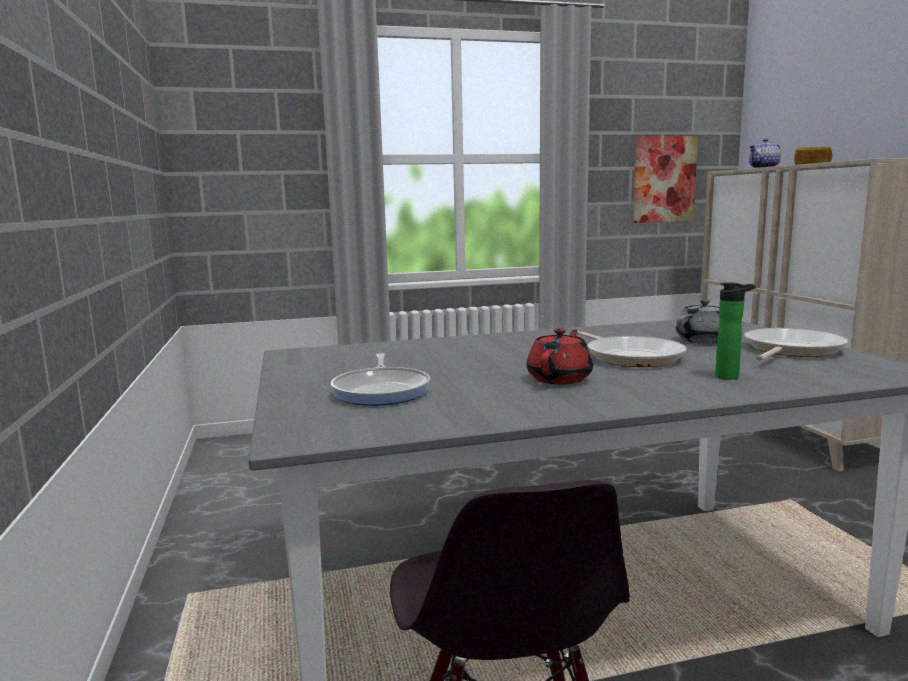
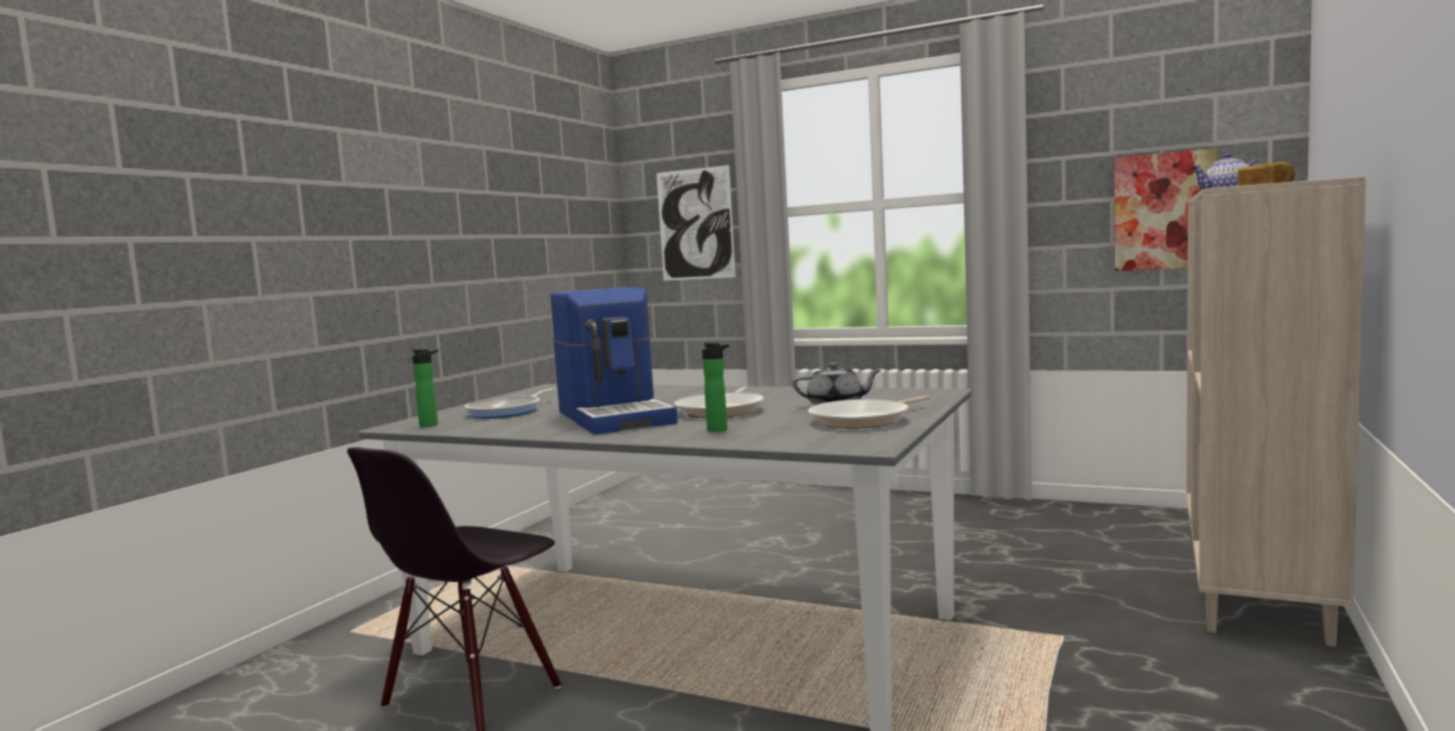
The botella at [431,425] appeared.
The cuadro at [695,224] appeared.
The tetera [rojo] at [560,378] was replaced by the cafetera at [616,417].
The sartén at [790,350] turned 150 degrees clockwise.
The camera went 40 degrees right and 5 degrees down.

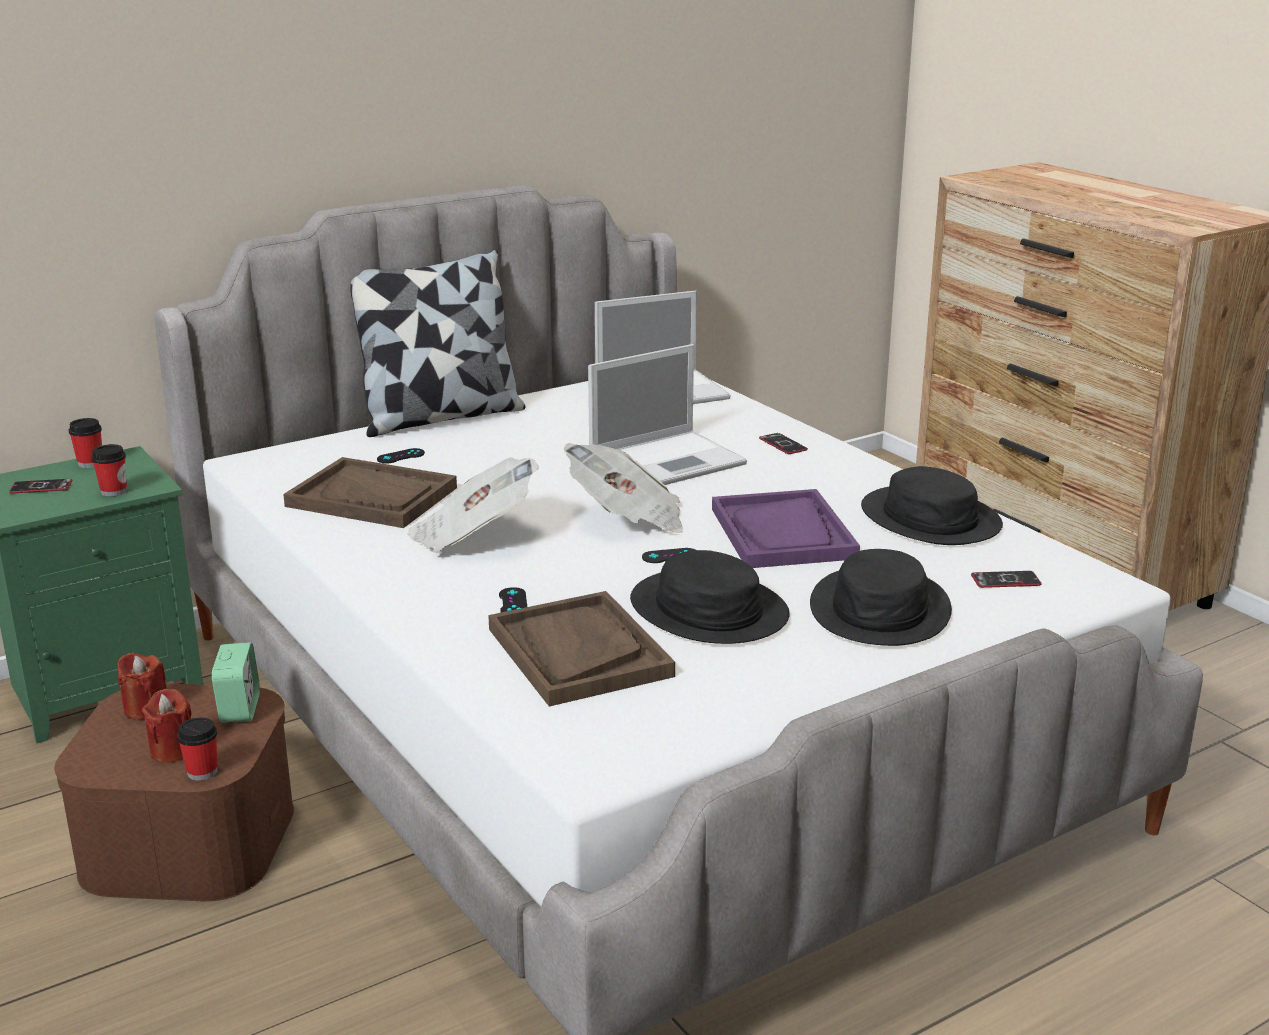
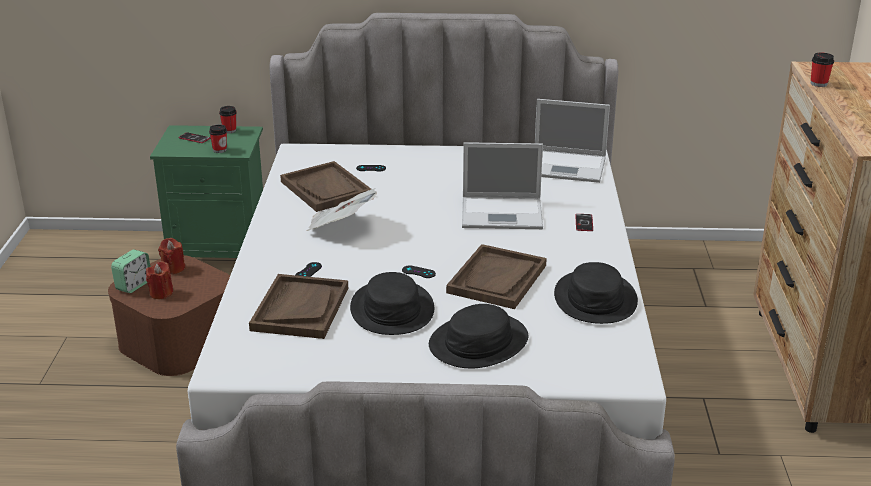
The cojín at [440,417] disappeared.
The periódico at [627,518] disappeared.
The móvil at [1005,581] disappeared.
The taza moved from [202,772] to [818,84].
The despertador moved from [239,709] to [133,285].
The bandeja [morado] at [783,533] became the bandeja [marrón] at [497,279].
The camera went 35 degrees right and 5 degrees up.

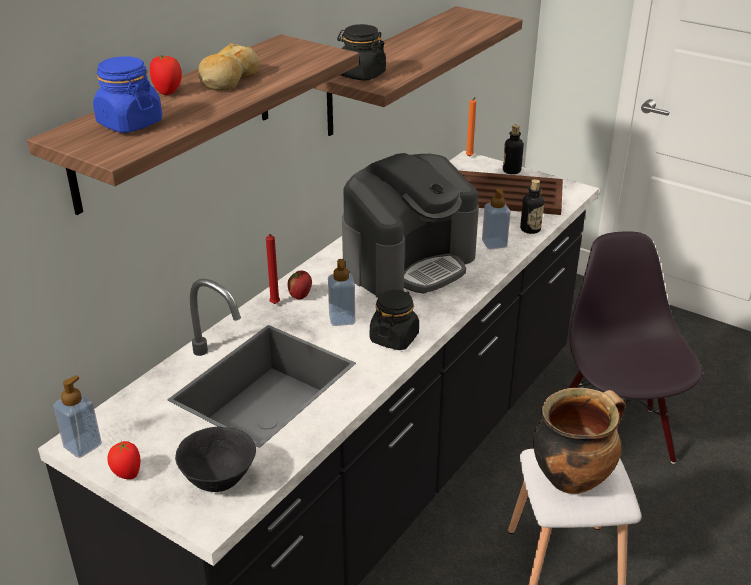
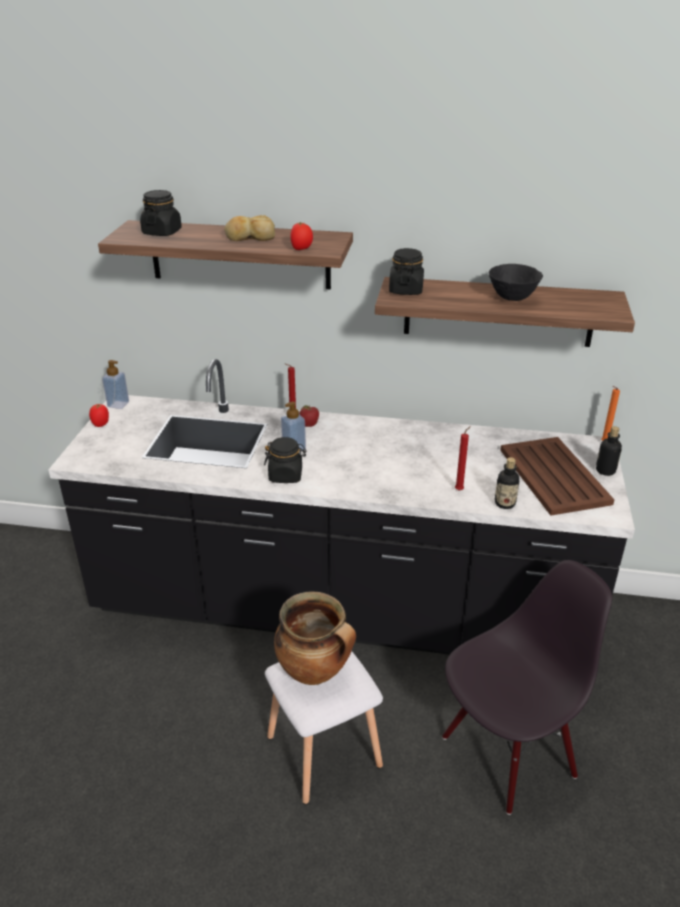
The cafetera at [409,263] disappeared.
The tomate moved from [168,92] to [301,249].
The cuenco [negro] moved from [219,481] to [512,298].
The dispensador de jabón at [494,244] was replaced by the vela [rojo] at [460,490].
The tarro [azul] at [129,123] became the tarro [negro] at [162,232].
The camera went 65 degrees right and 0 degrees up.

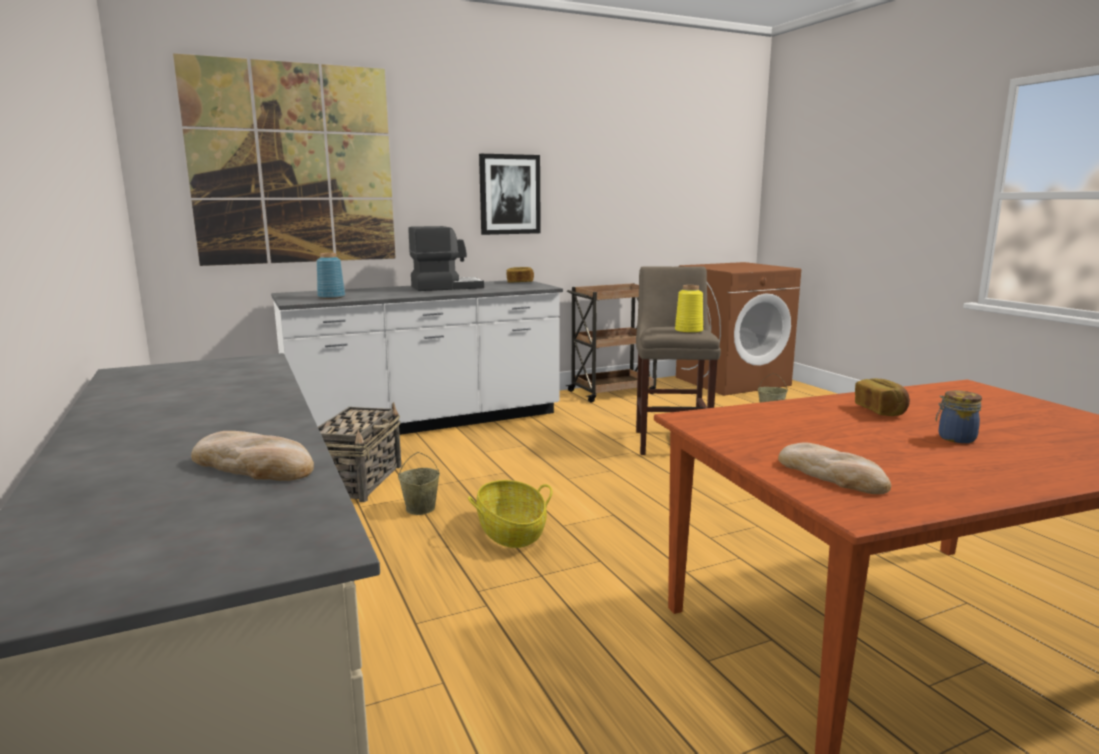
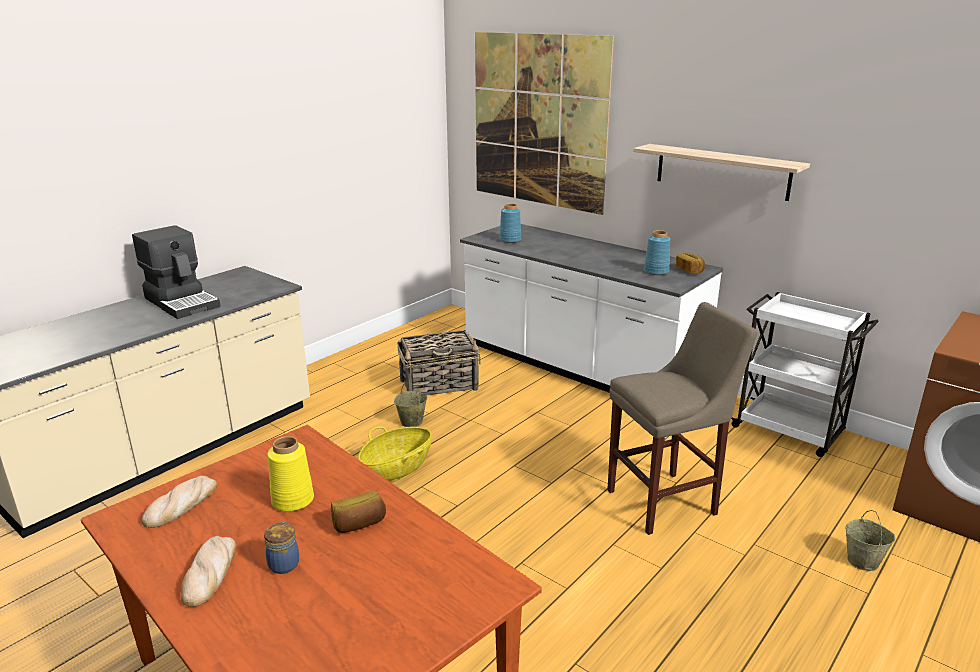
The florero [azul] at [656,272] appeared.
The pan moved from [254,465] to [210,573].
The cafetera moved from [446,287] to [182,302].
The florero [amarillo] moved from [689,331] to [292,500].
The cuadro at [509,194] was replaced by the estante at [722,171].
The carrito [marrón] at [613,392] became the carrito [blanco] at [789,431].
The camera went 65 degrees right and 10 degrees up.

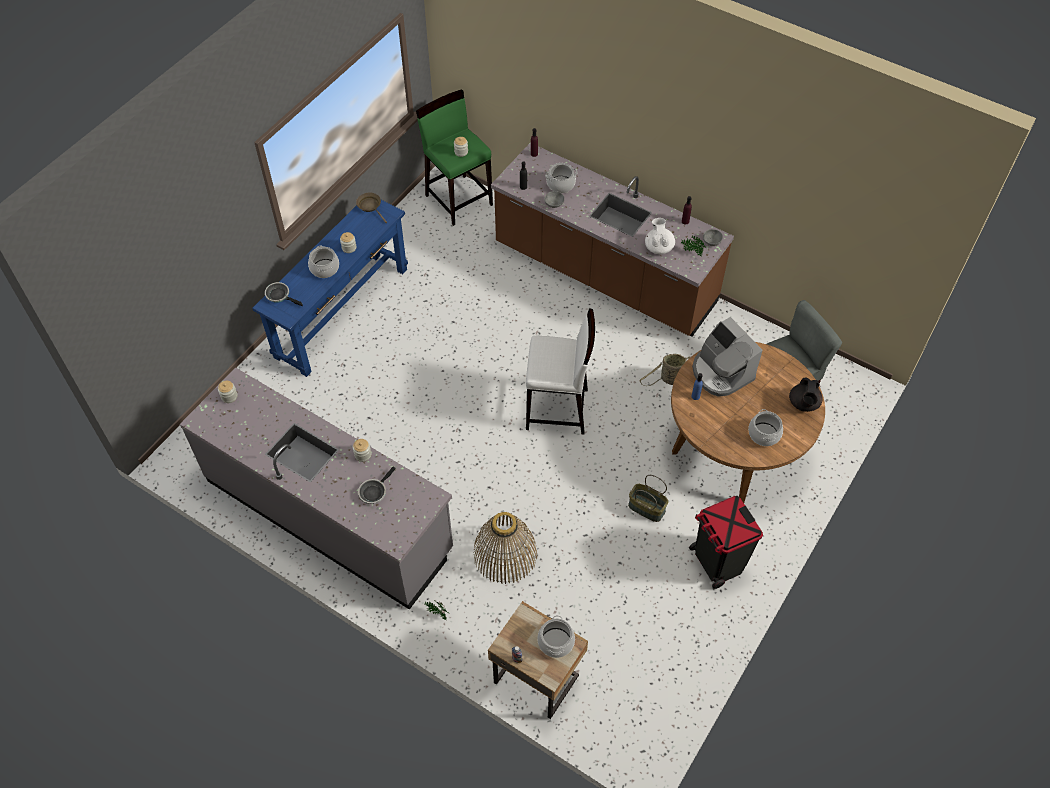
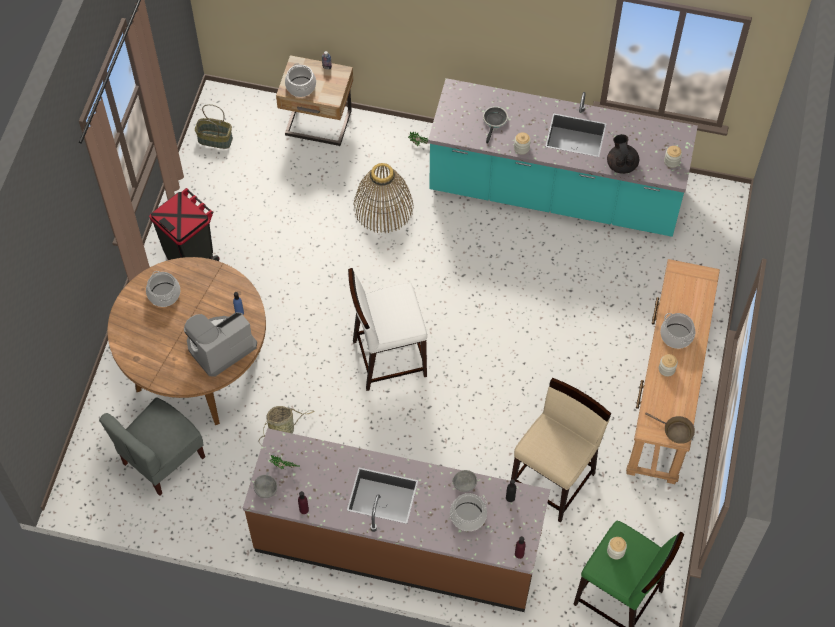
The sartén at [280,295] disappeared.
The tetera [blanco] at [658,247] disappeared.
The taburete [beis] at [553,481] appeared.
The cesta moved from [646,508] to [215,139].
The tetera [negro] moved from [803,404] to [621,164].
The mueble bajo de cocina [gris] at [329,514] became the mueble bajo de cocina [turquesa] at [555,193].
The mesa consola [azul] at [342,312] became the mesa consola [marrón] at [665,395].
The cafetera at [721,372] turned 75 degrees counterclockwise.
The camera went 160 degrees right and 5 degrees up.

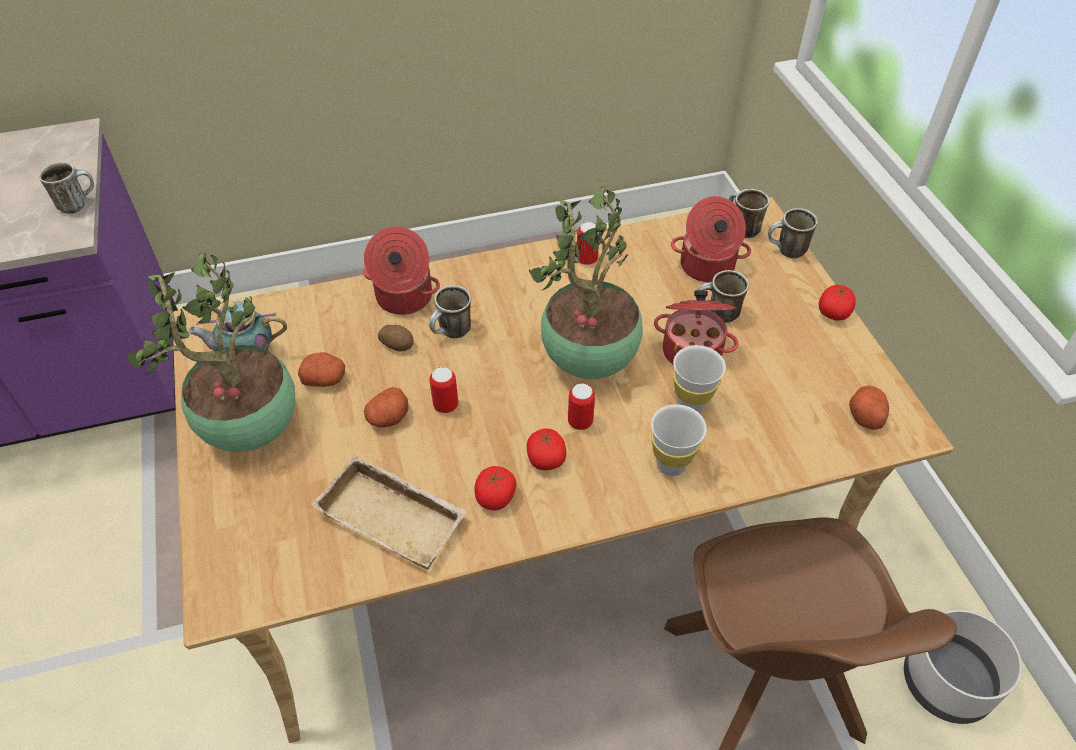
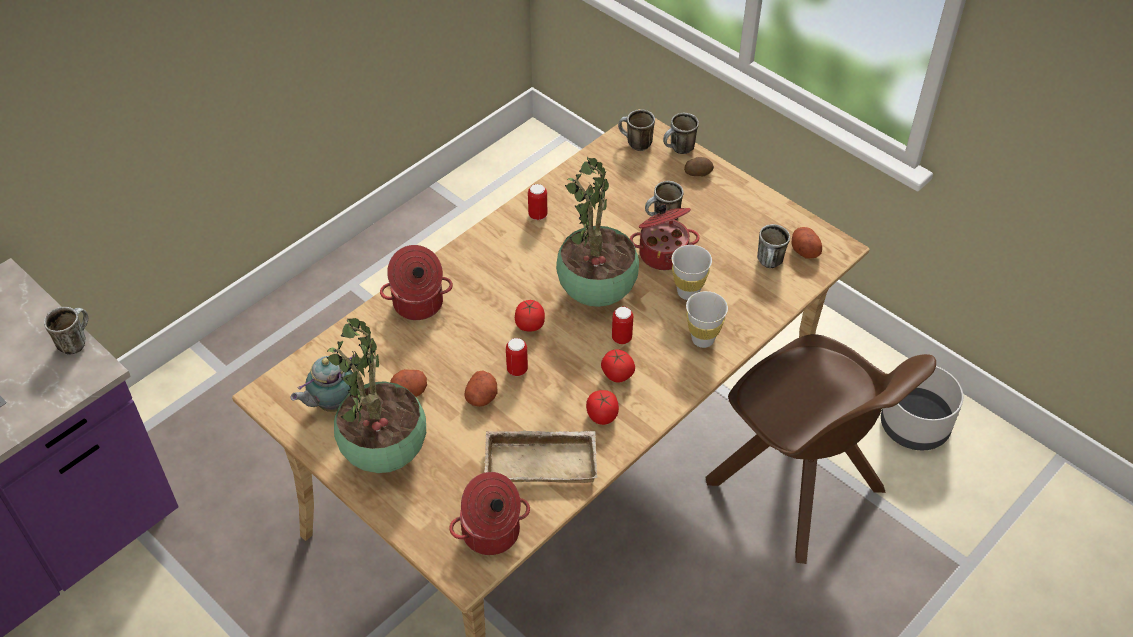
The patata moved from [397,344] to [698,173].
The taza grande moved from [452,333] to [770,264].
The olla moved from [707,267] to [491,533].
The tomate moved from [833,313] to [530,324].
The camera went 30 degrees left and 0 degrees up.

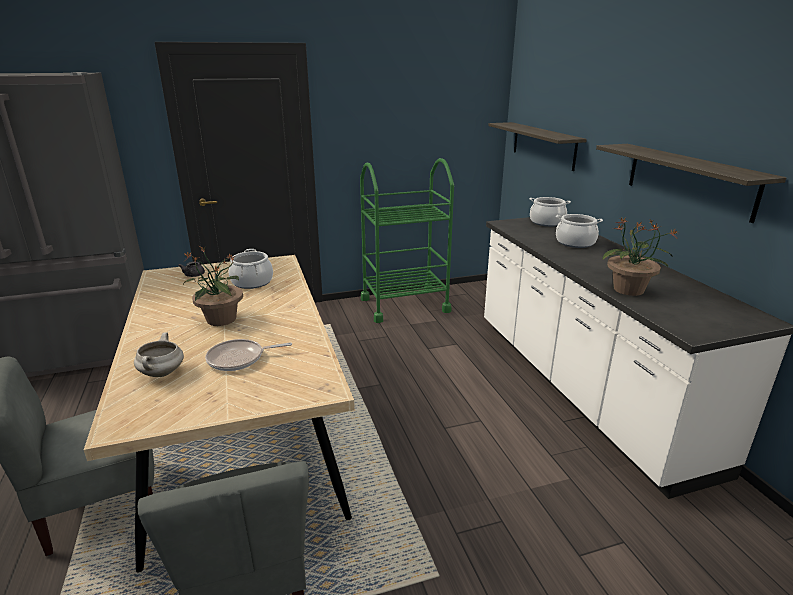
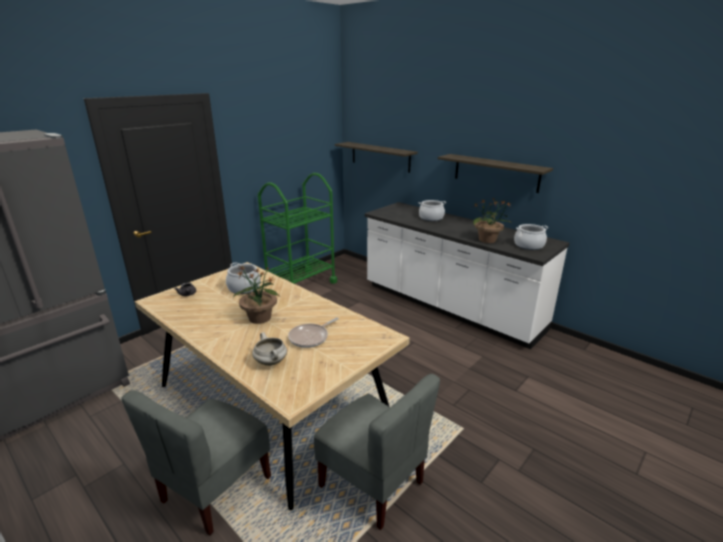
The olla moved from [547,222] to [529,245].
The camera went 30 degrees left and 0 degrees up.

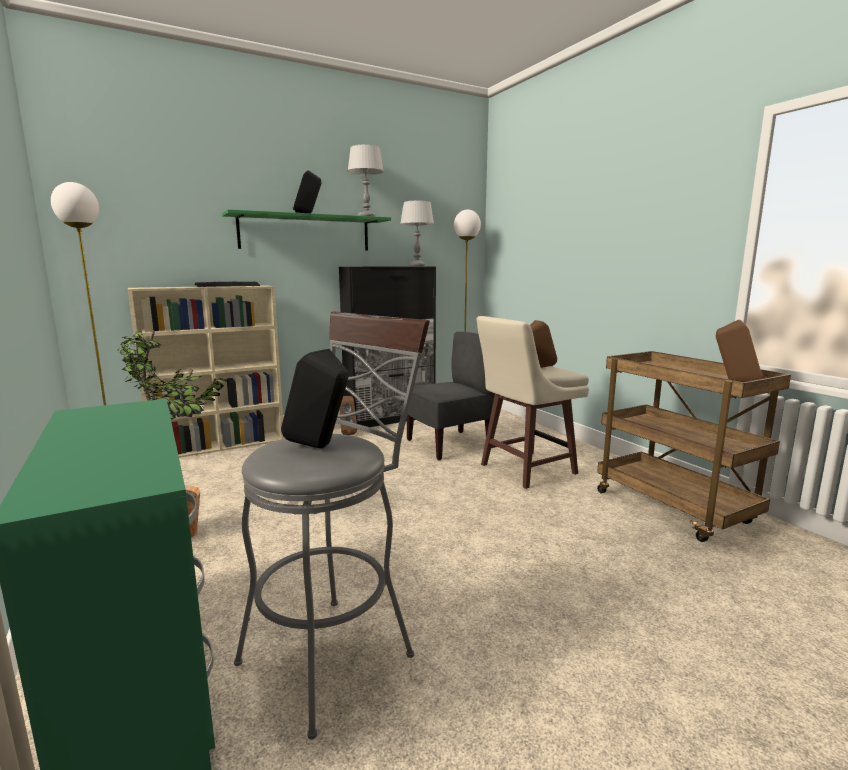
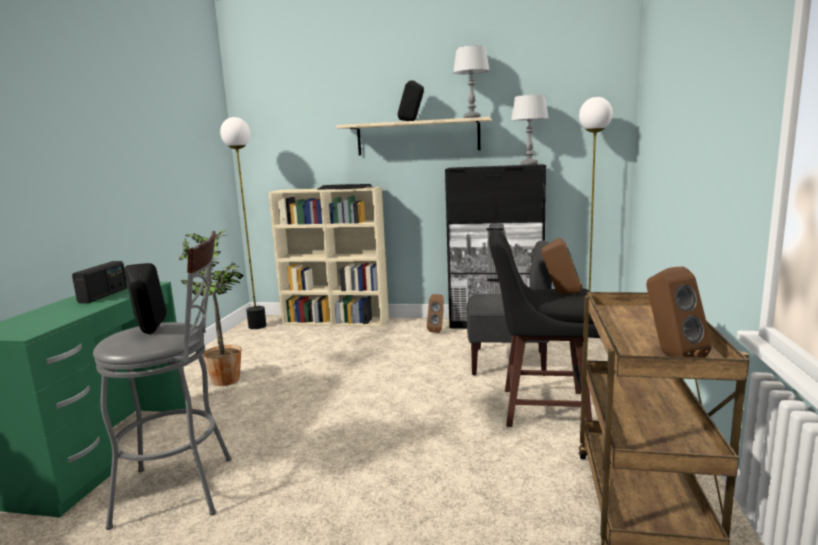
The radio at [104,295] appeared.
The estante [verde] at [305,233] became the estante [beis] at [417,137].
The taburete [beis] at [525,469] became the taburete [negro] at [541,408].
The camera went 40 degrees right and 0 degrees up.

